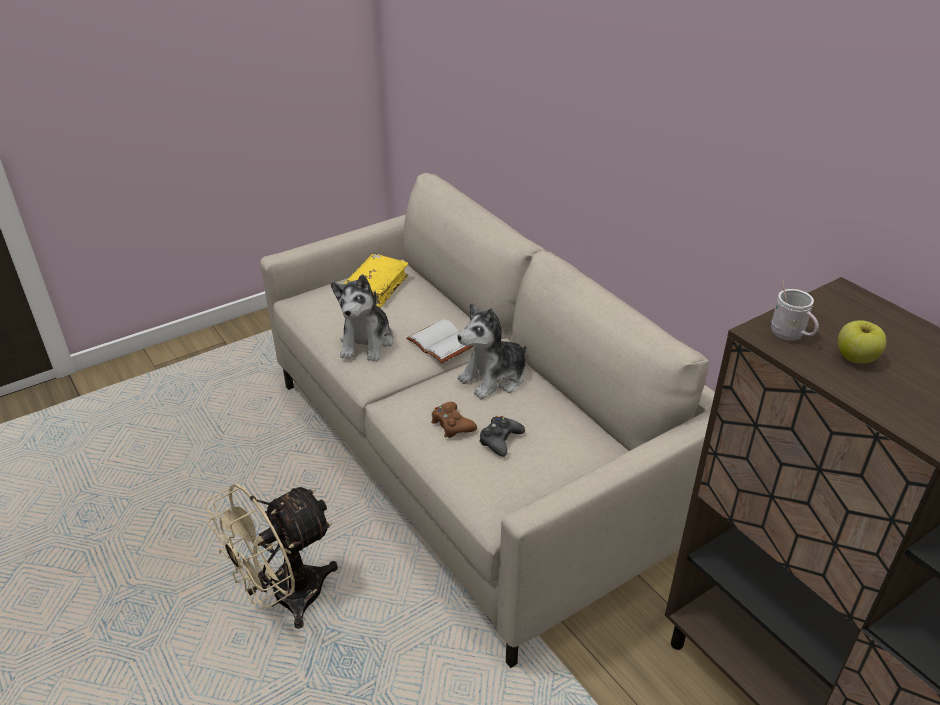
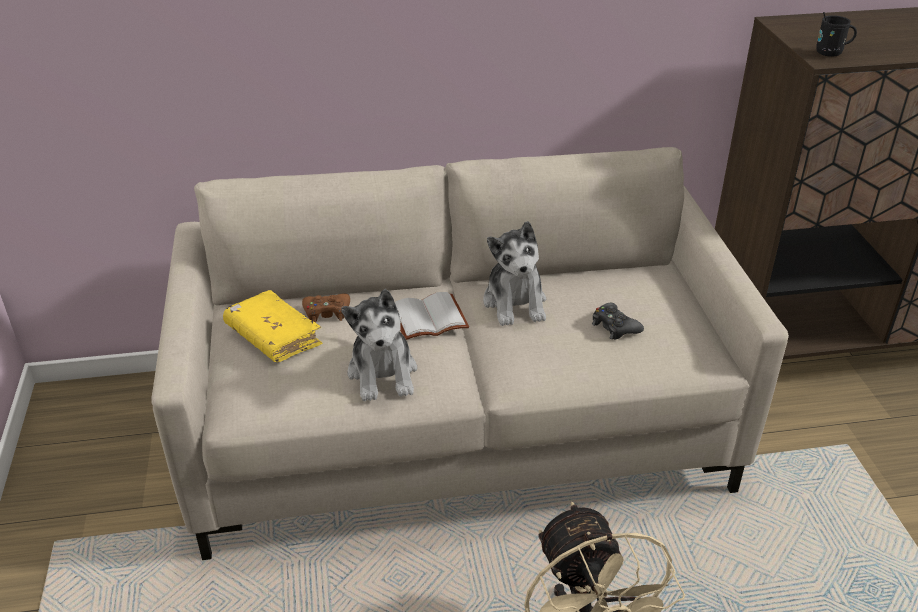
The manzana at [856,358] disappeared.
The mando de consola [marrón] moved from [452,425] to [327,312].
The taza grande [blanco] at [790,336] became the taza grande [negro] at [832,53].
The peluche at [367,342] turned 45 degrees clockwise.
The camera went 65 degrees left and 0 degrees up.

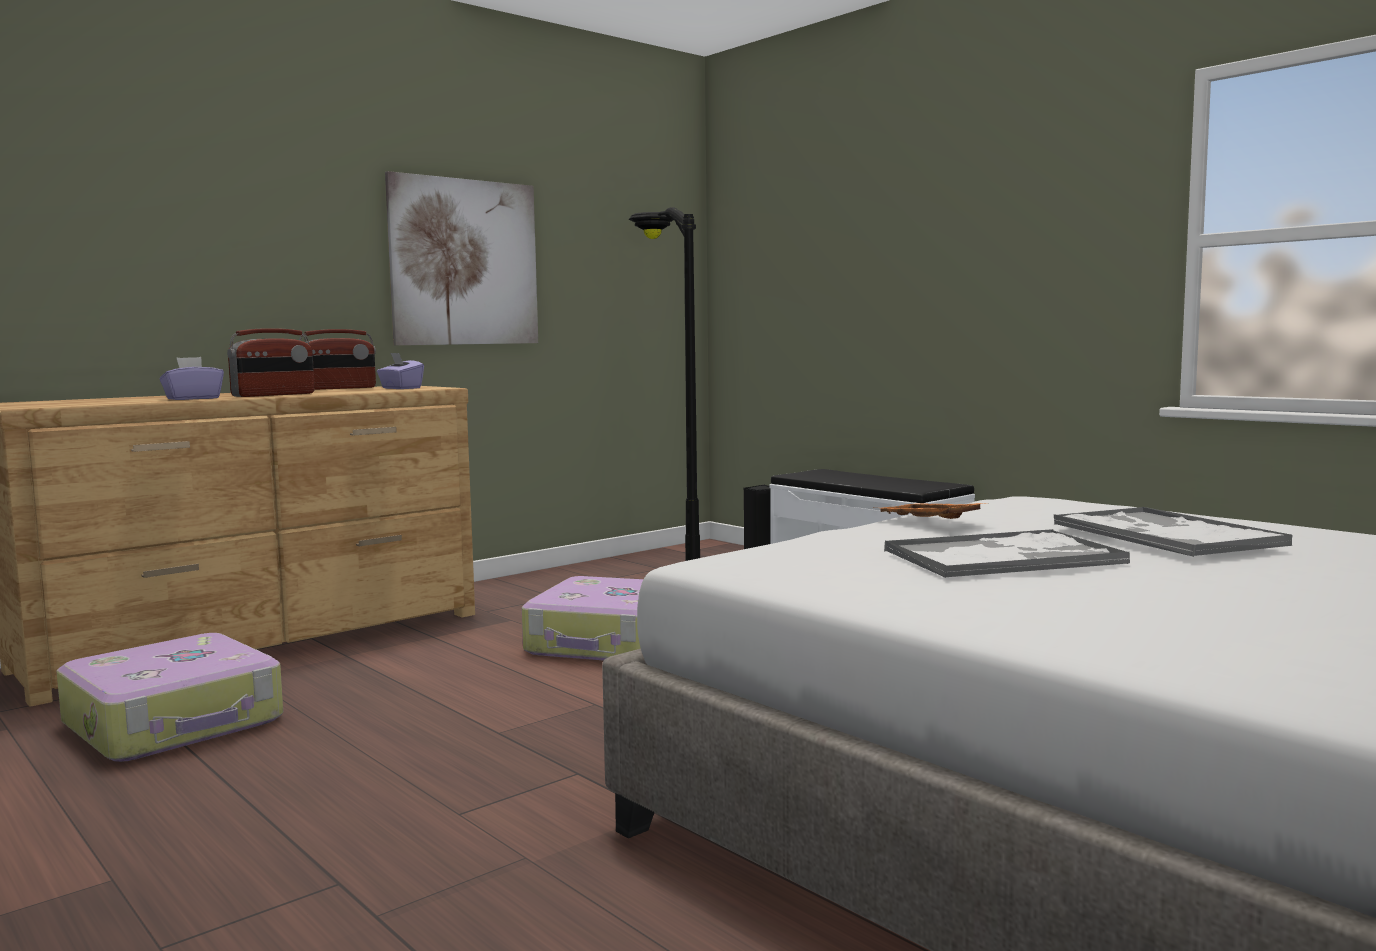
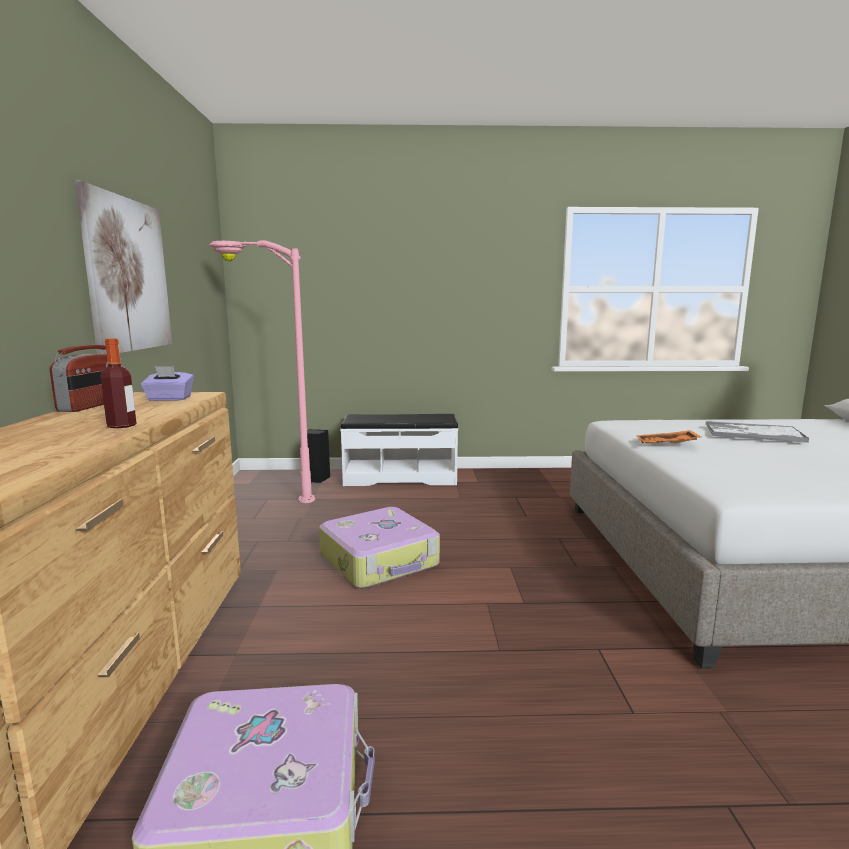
The caja de pañuelos [morado] at [193,399] disappeared.
The bandeja at [1004,557] disappeared.
The radio at [274,395] was replaced by the botella at [121,425].
The lámpara de pie [negro] at [667,563] became the lámpara de pie [rosa] at [262,494].
The camera went 50 degrees left and 5 degrees up.

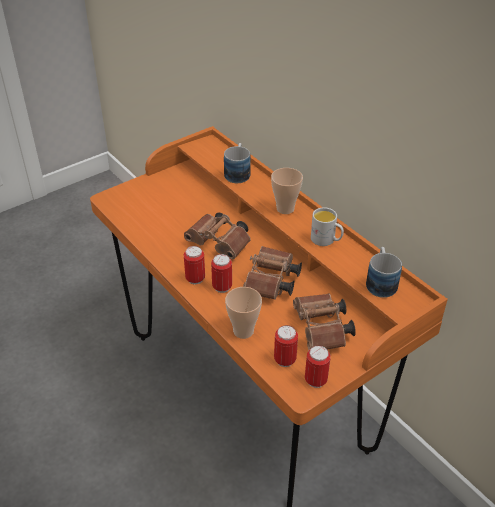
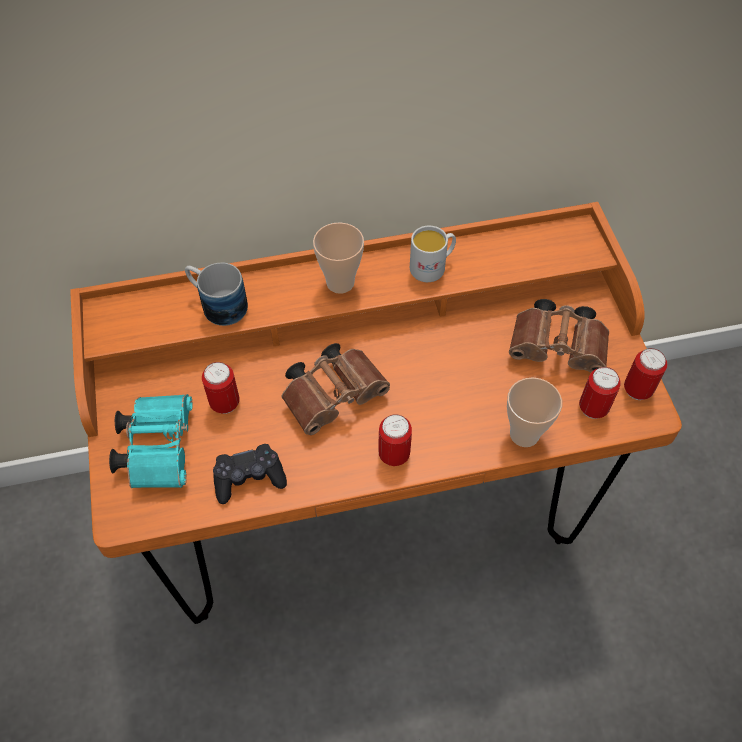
The prismáticos [marrón] at [271,283] disappeared.
The taza grande at [380,281] disappeared.
The prismáticos [turquesa] at [159,446] appeared.
The mando de consola [negro] at [249,478] appeared.
The lata moved from [222,287] to [225,403].
The camera went 65 degrees left and 15 degrees up.

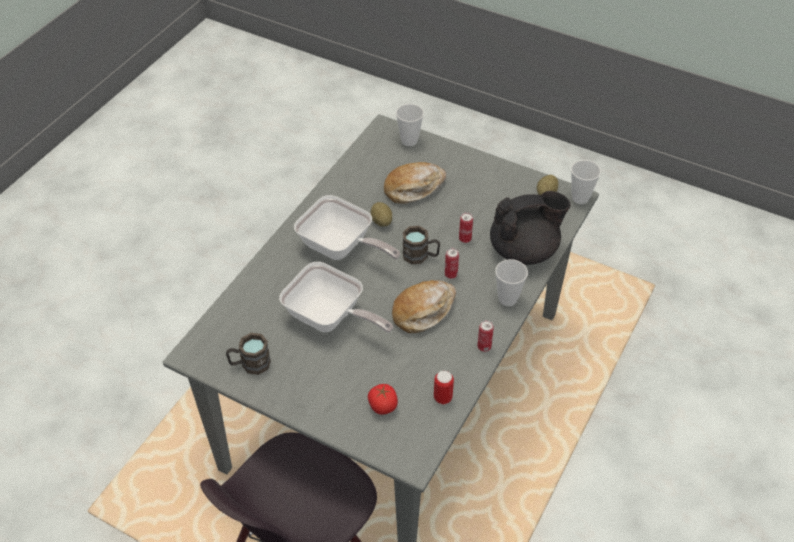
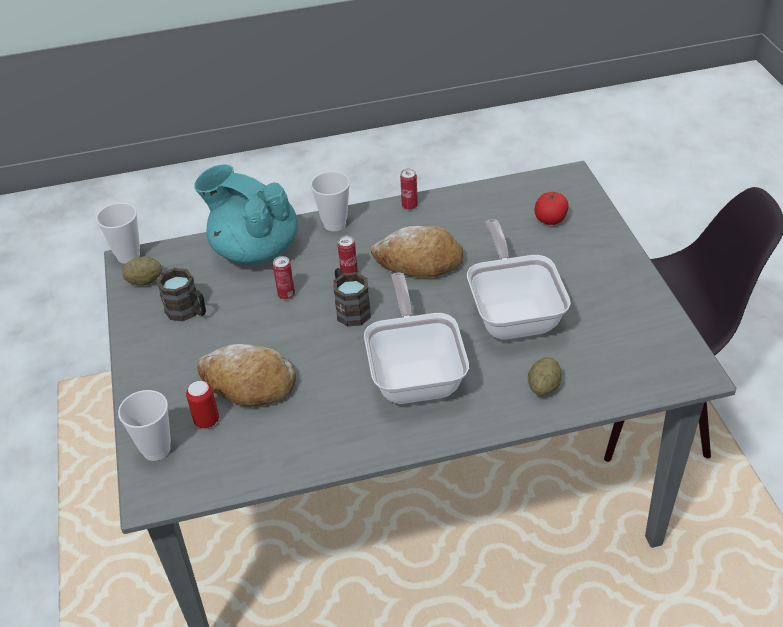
The taza grande [marrón] moved from [250,364] to [188,312].
The patata moved from [381,221] to [544,387].
The lata moved from [442,397] to [207,421].
The tetera [negro] at [524,250] became the tetera [turquesa] at [254,249].
The camera went 130 degrees left and 5 degrees down.

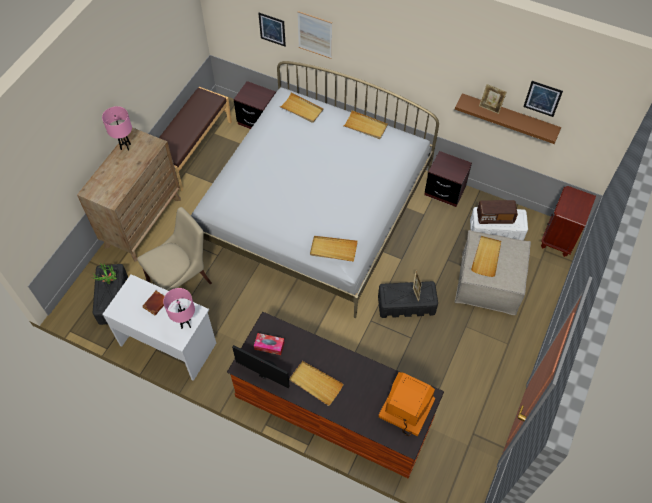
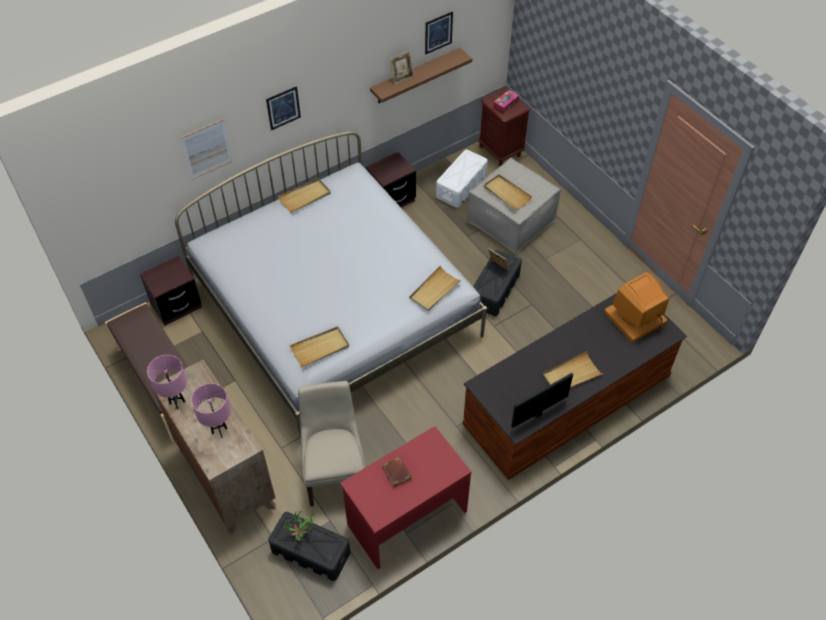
The radio at [495,217] disappeared.
The lámpara de mesa [rosa] moved from [186,324] to [219,431].
The caja de pañuelos moved from [269,346] to [505,105].
The cuadro moved from [272,29] to [283,108].
The bandeja [beis] moved from [301,109] to [320,348].
The escritorio [blanco] at [168,343] became the escritorio [rojo] at [406,517].
The camera went 60 degrees left and 5 degrees down.

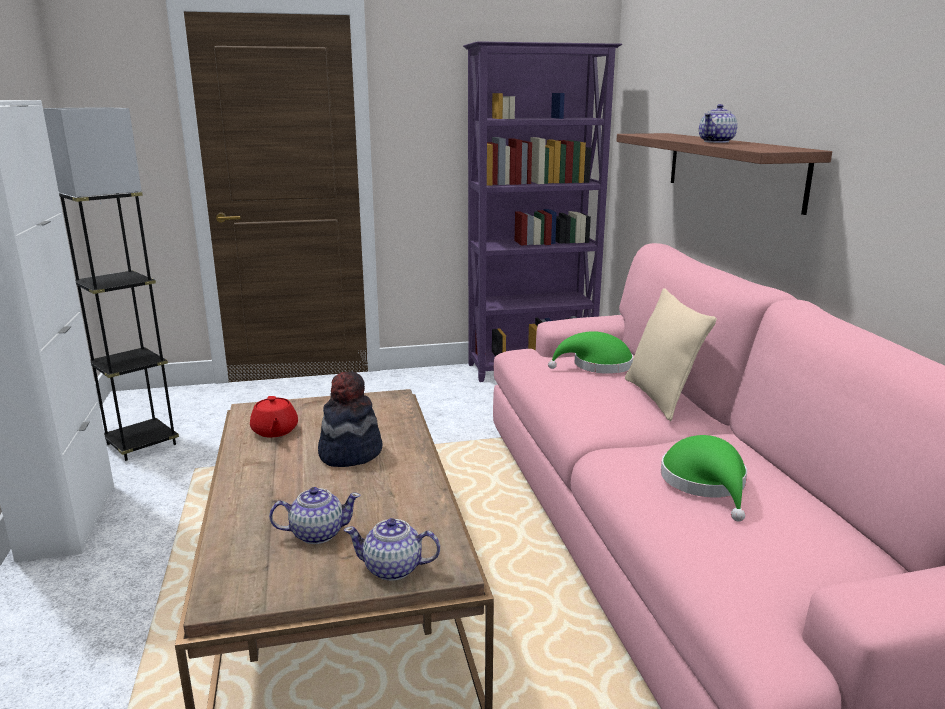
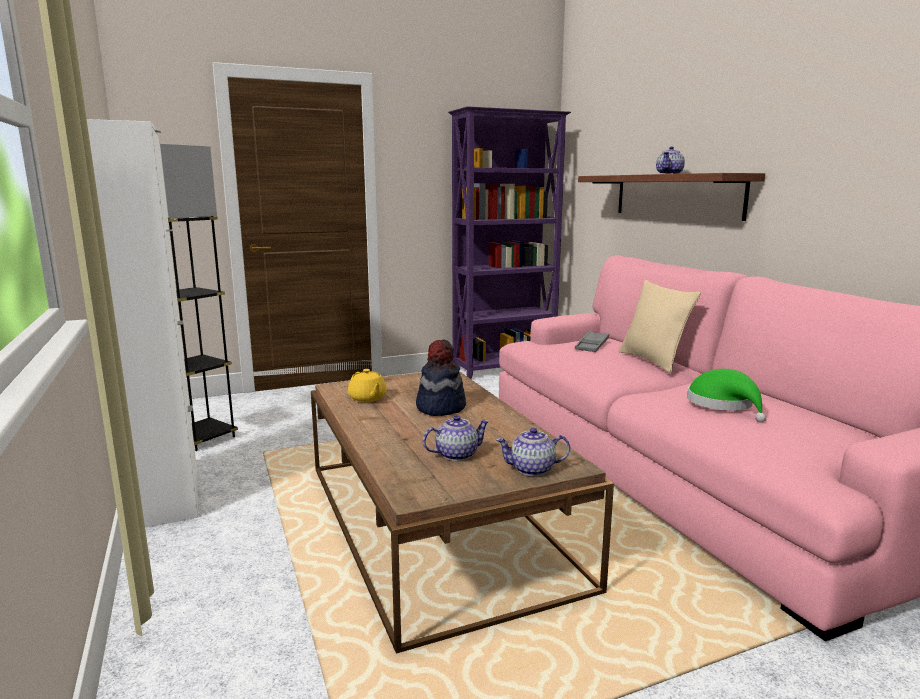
The sombrero [verde] at [597,366] was replaced by the bandeja [gris] at [592,345].
The tetera [rojo] at [274,431] became the tetera [amarillo] at [367,398].
The camera went 10 degrees left and 5 degrees down.

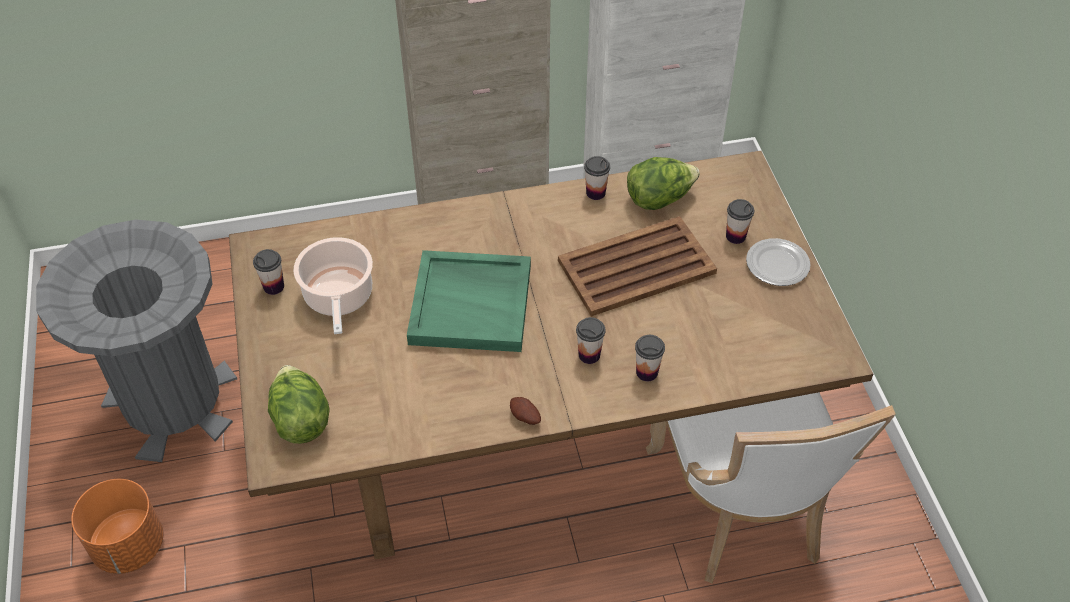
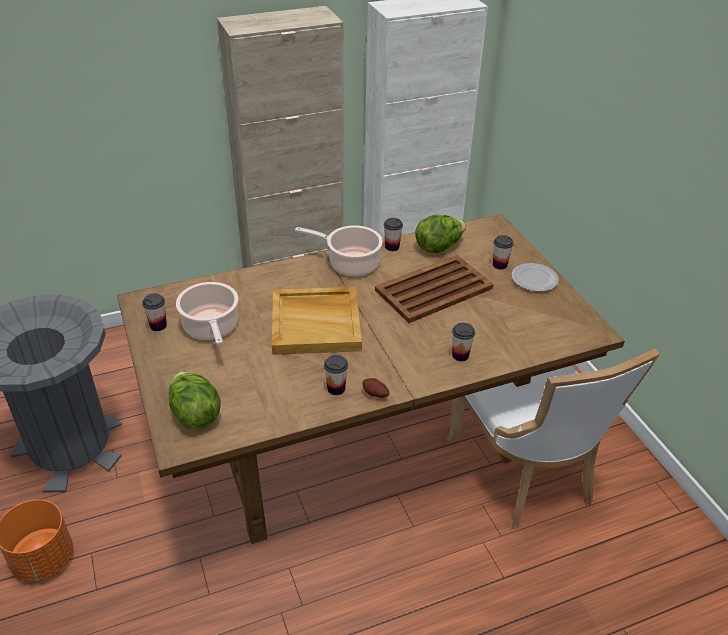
The olla at [350,264] appeared.
The taza moved from [589,355] to [336,389].
The bandeja [verde] at [472,304] became the bandeja [beis] at [316,323].
The camera went 10 degrees left and 10 degrees down.

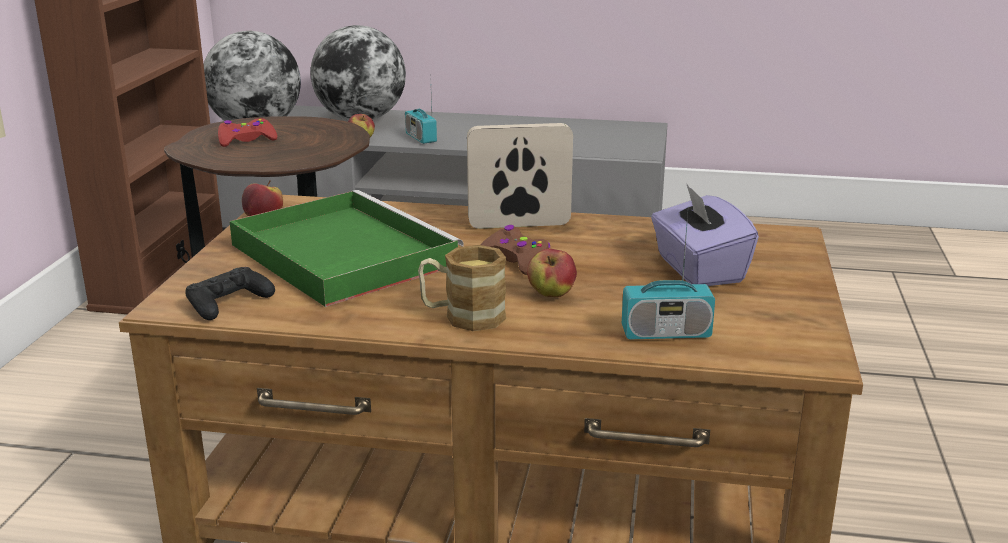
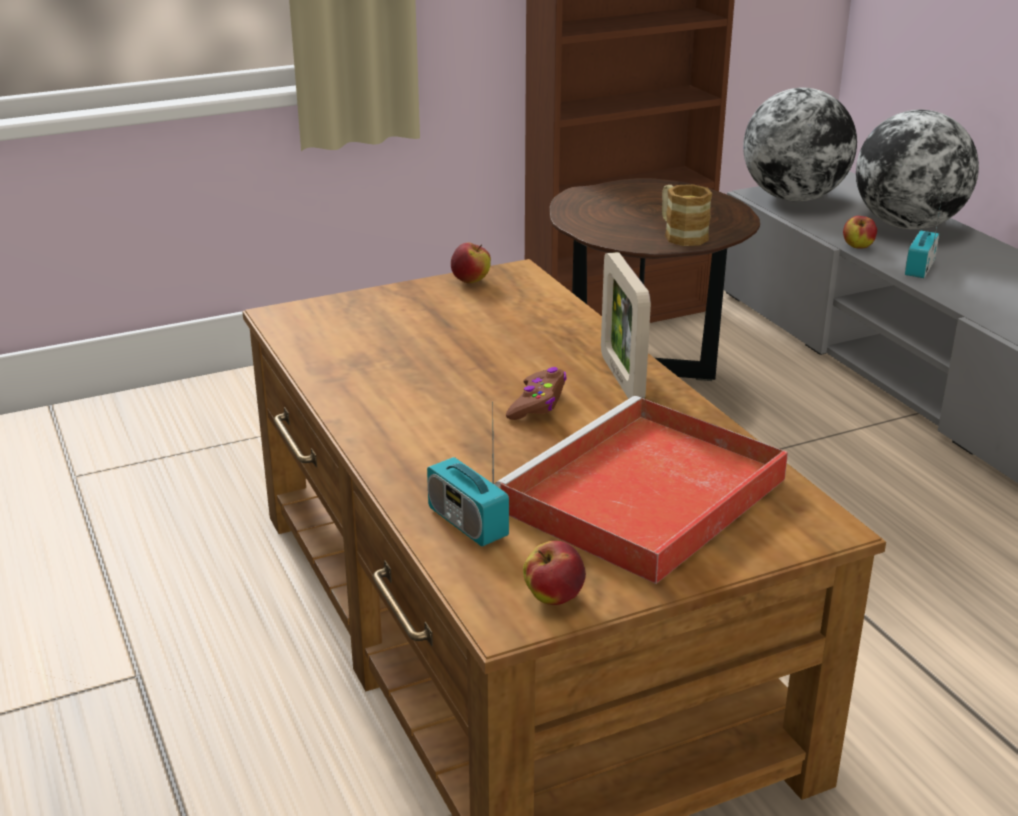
The mando de consola [negro] at [228,303] disappeared.
The mando de consola [rojo] at [246,140] disappeared.
The bandeja [verde] at [340,253] disappeared.
The taza grande moved from [462,317] to [680,235].
The manzana moved from [551,295] to [553,597].
The caja de pañuelos [morado] at [698,269] was replaced by the bandeja [rojo] at [642,497].
The portarretratos at [519,224] turned 150 degrees counterclockwise.
The camera went 55 degrees right and 5 degrees up.

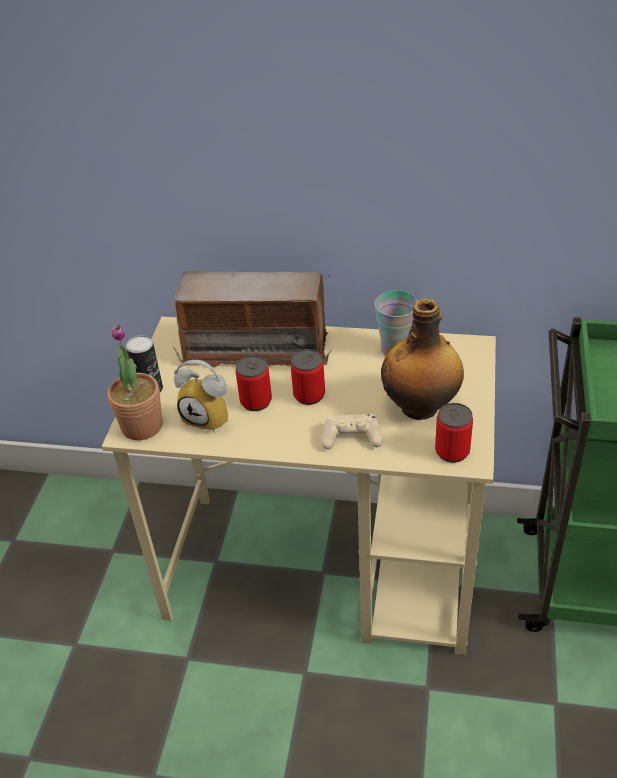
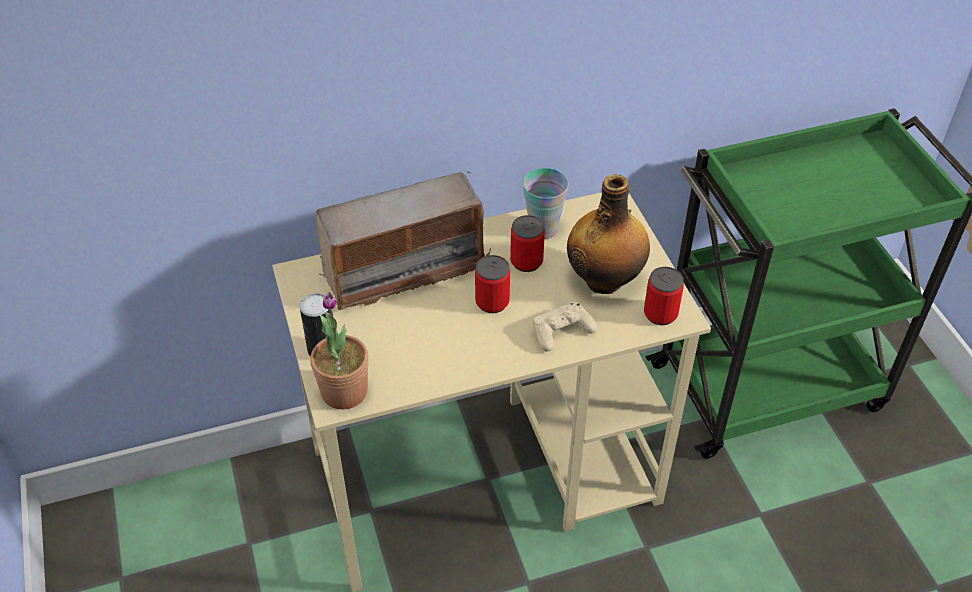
The despertador at [211,417] disappeared.
The lata moved from [256,401] to [526,261].
The camera went 30 degrees left and 5 degrees up.

